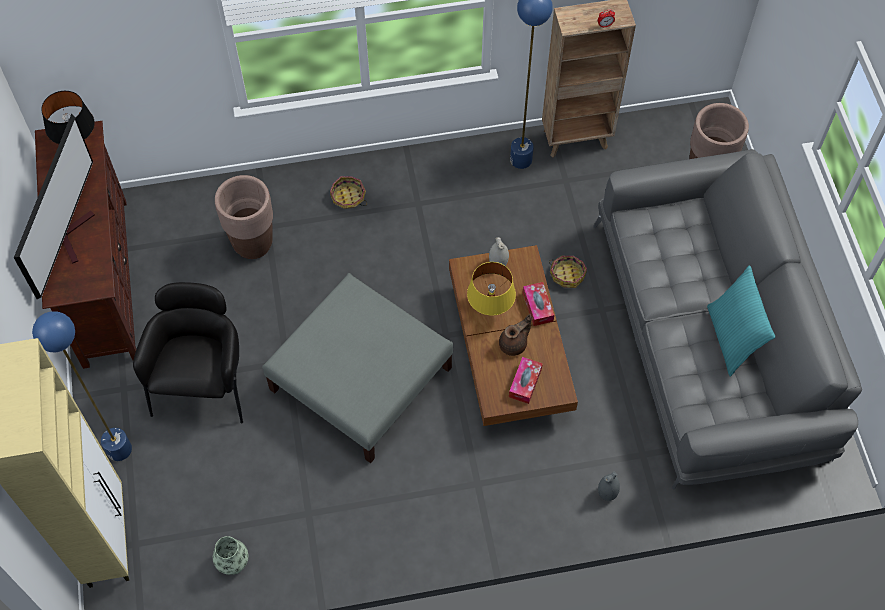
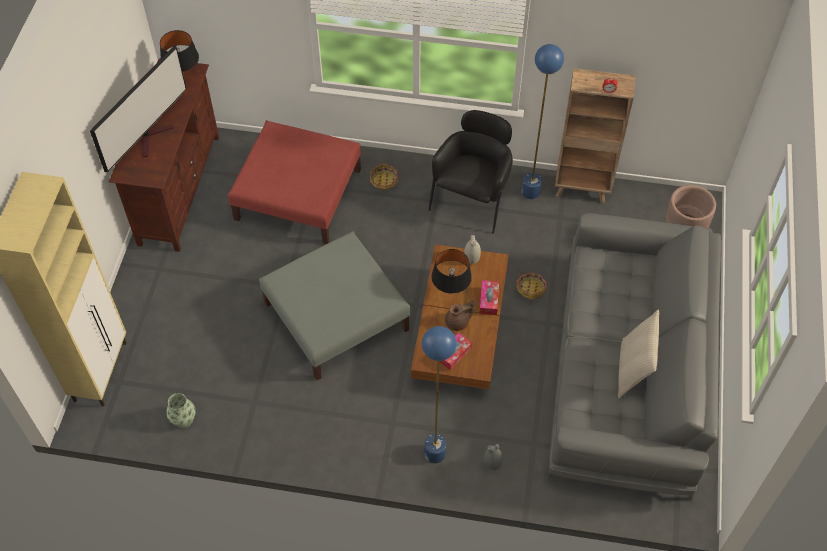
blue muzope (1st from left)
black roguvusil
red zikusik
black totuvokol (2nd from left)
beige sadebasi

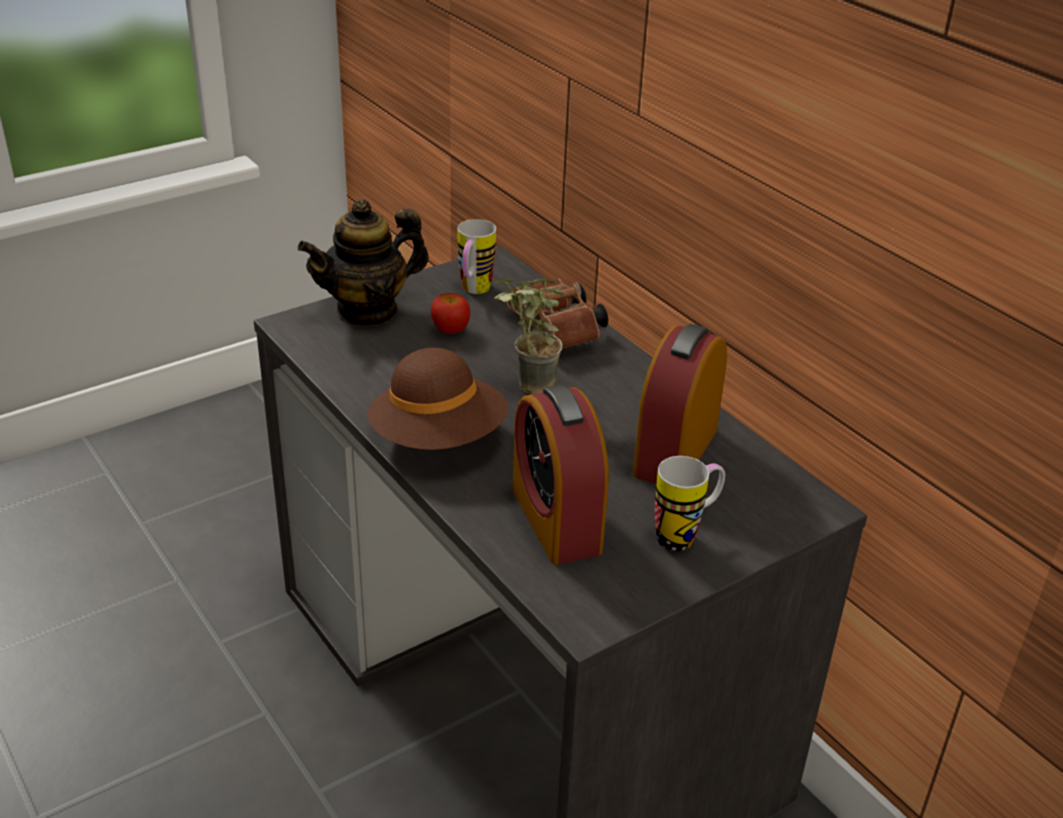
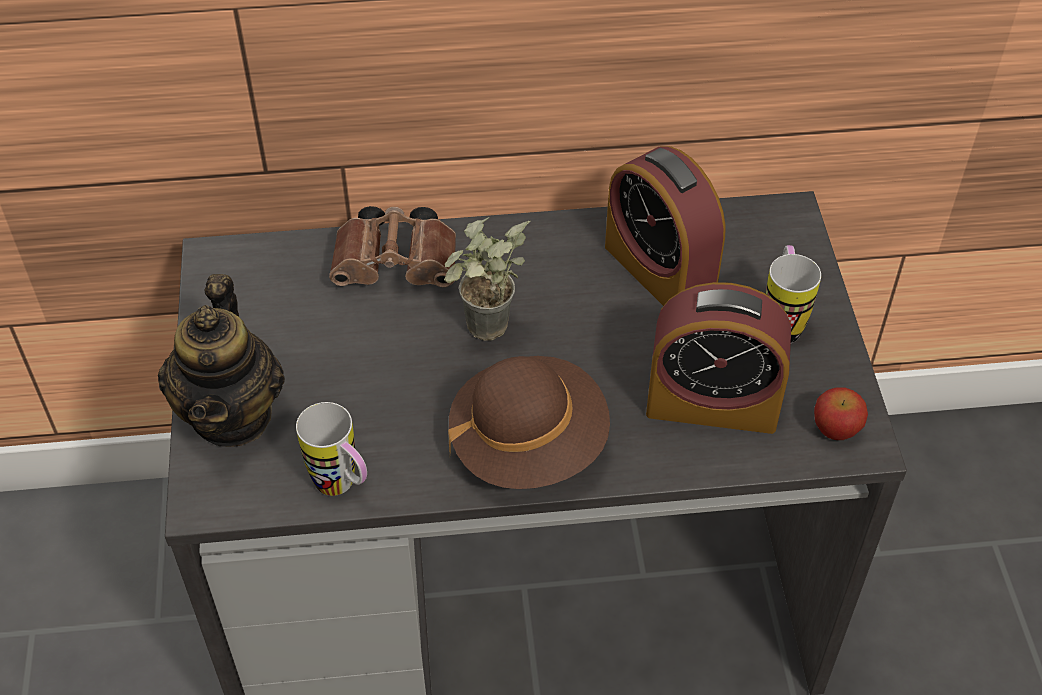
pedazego
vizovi (1st from left)

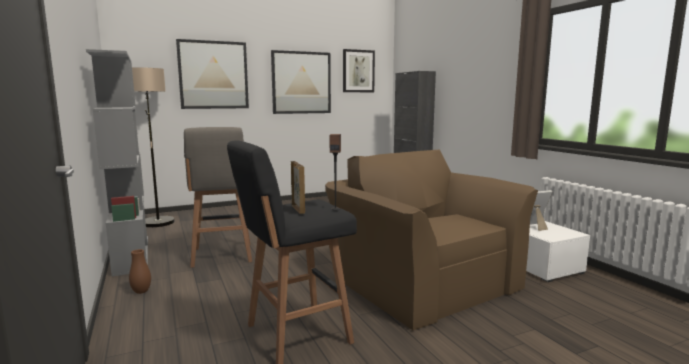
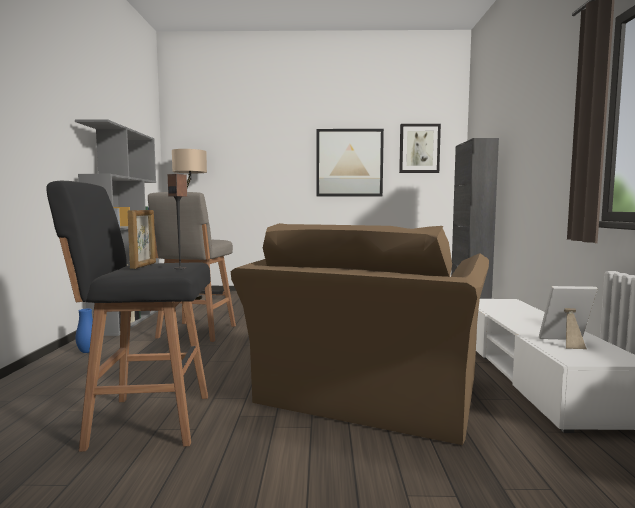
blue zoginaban
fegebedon (1st from left in the first image)
brown roguvusil

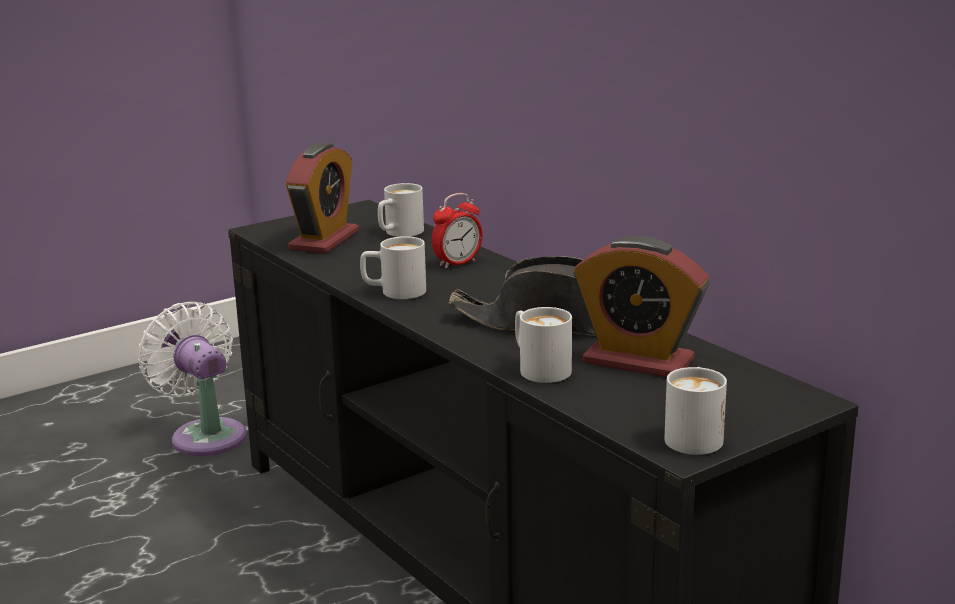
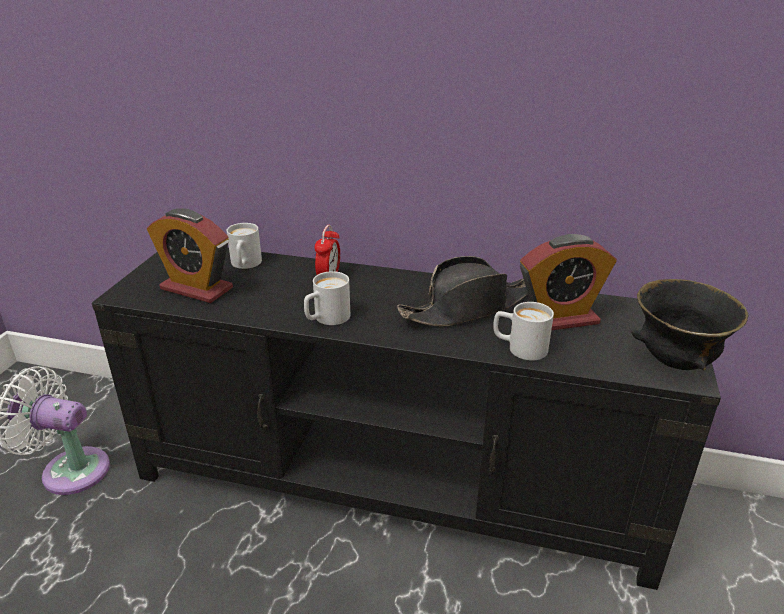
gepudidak (1st from left)
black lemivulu

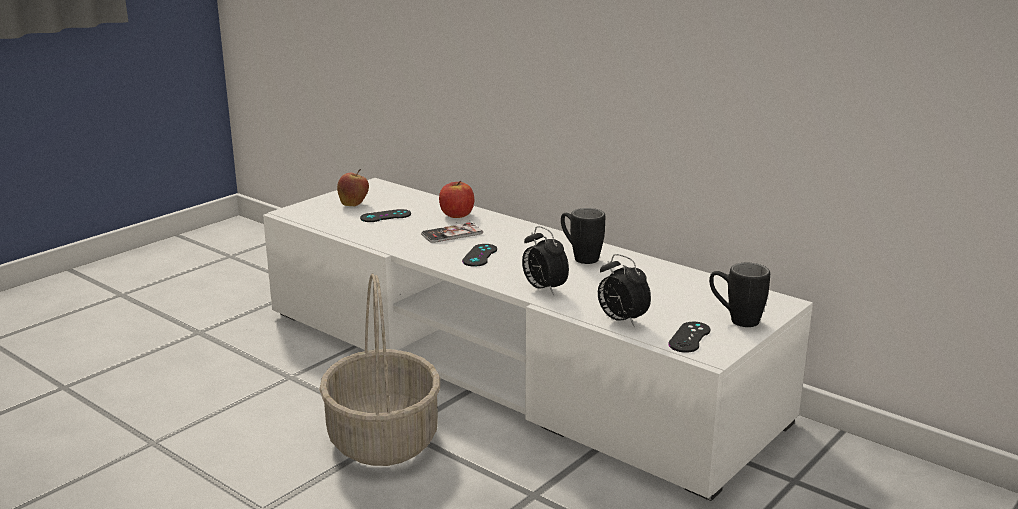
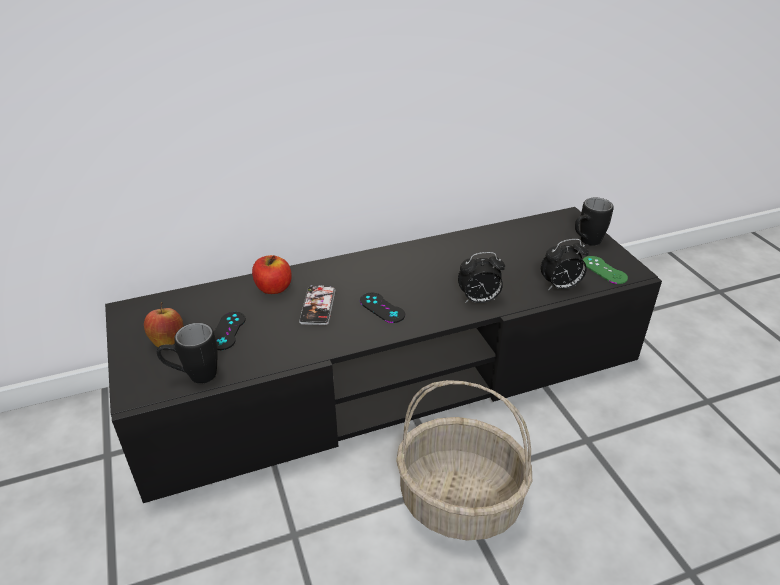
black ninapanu
black vizovi (1st from left)
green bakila

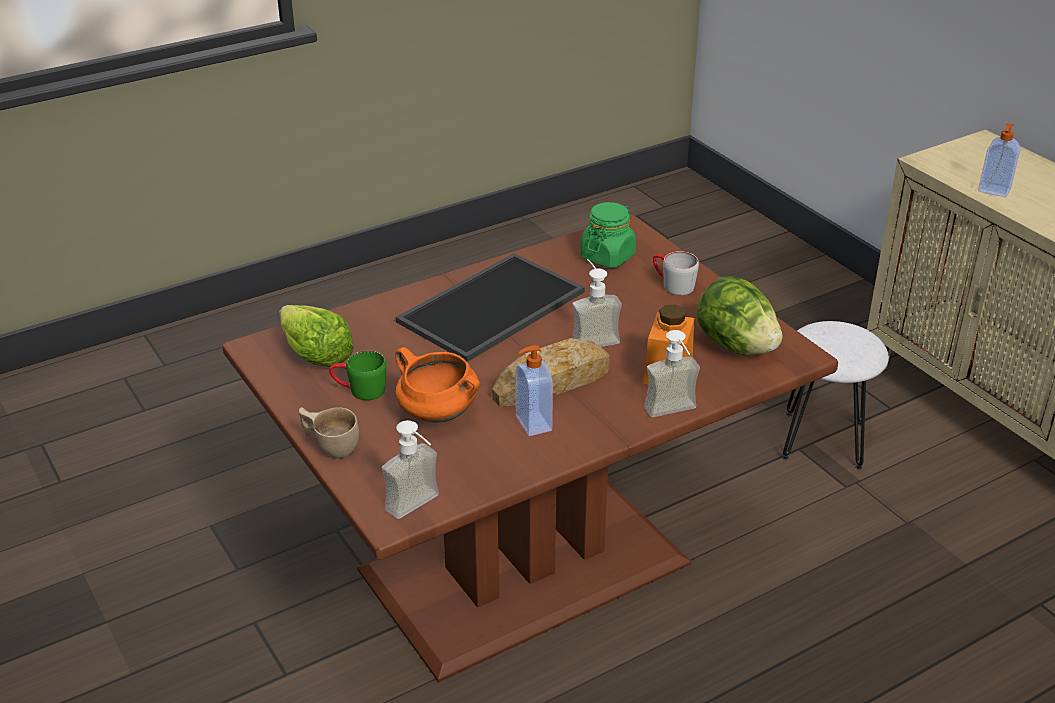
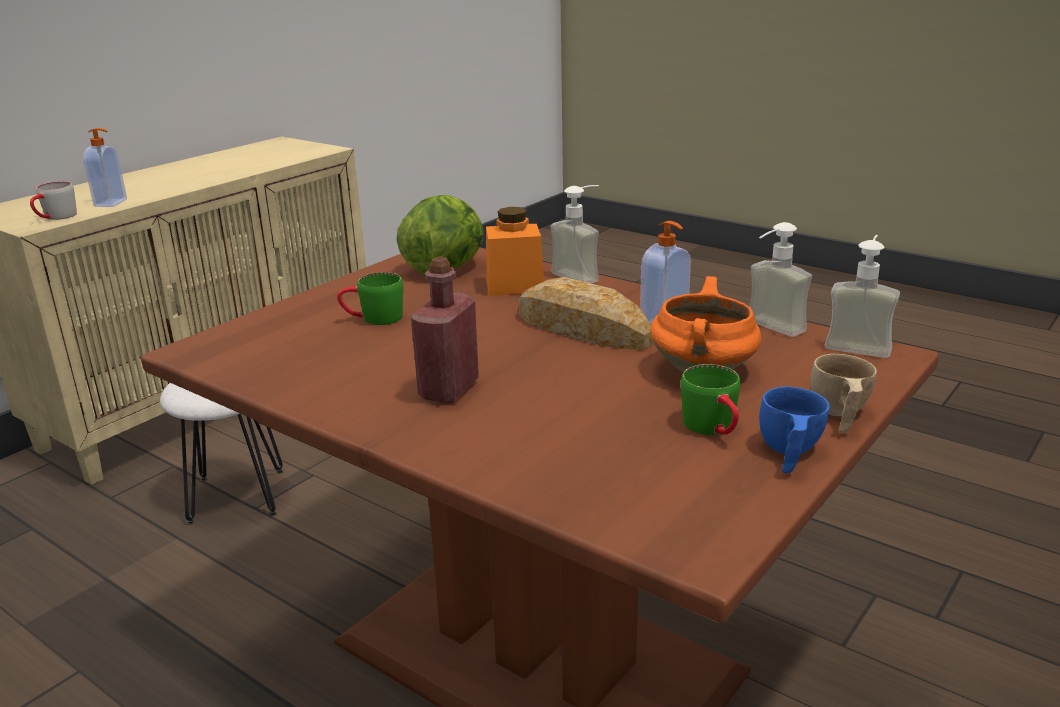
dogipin (1st from left in the first image)
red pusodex
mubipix (4th from left)
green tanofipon
grey vizovi
green vizovi (1st from left)
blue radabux

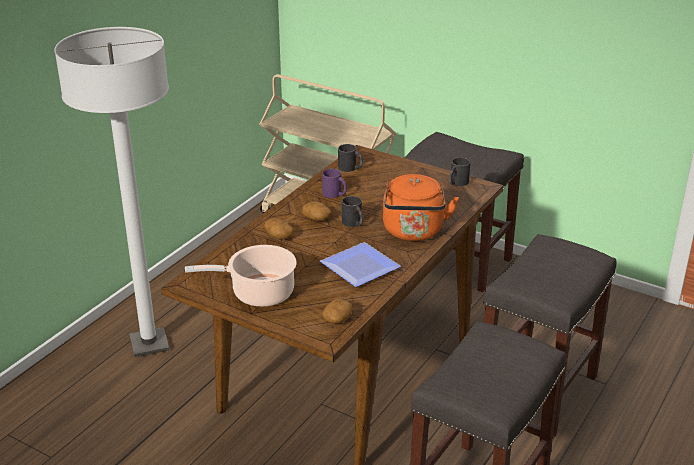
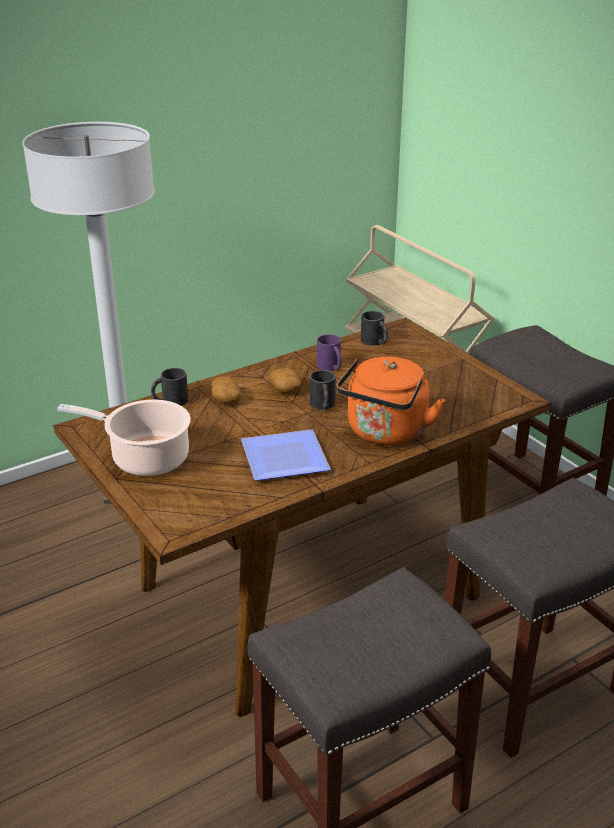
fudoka (3rd from left in the first image)
black vizovi (1st from left)

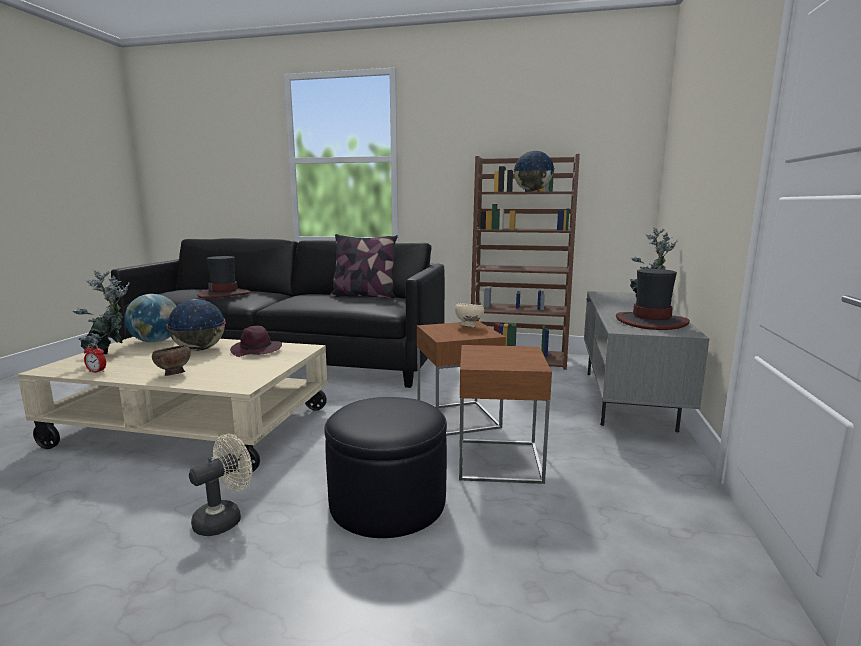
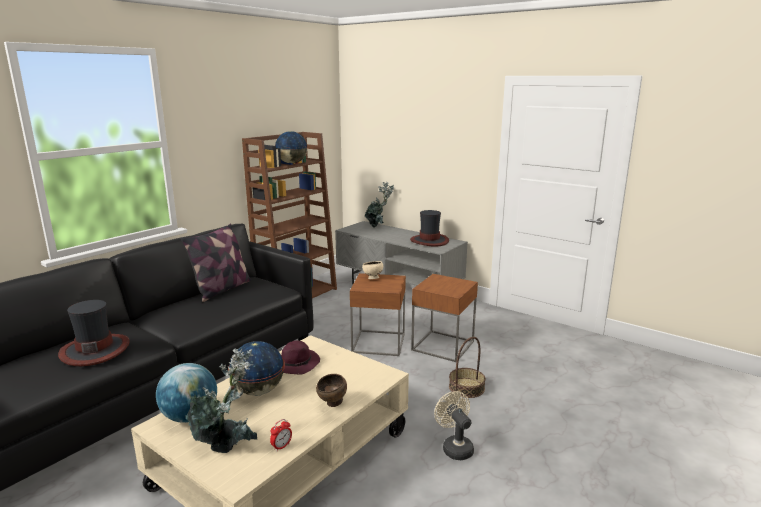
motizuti

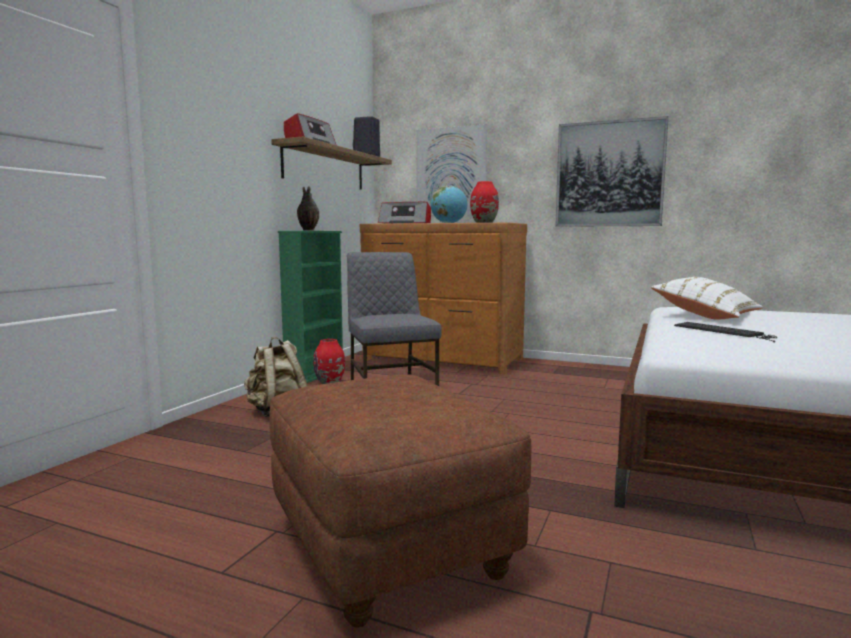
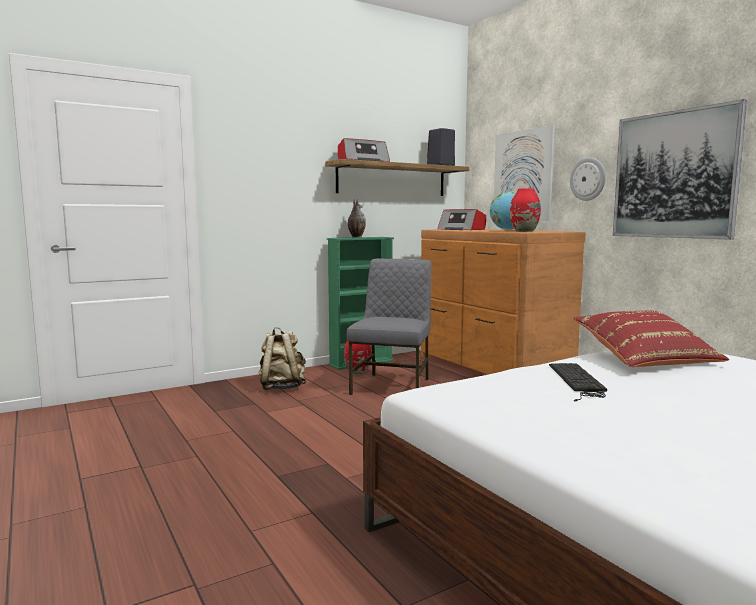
brown zikusik
red sadebasi
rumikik

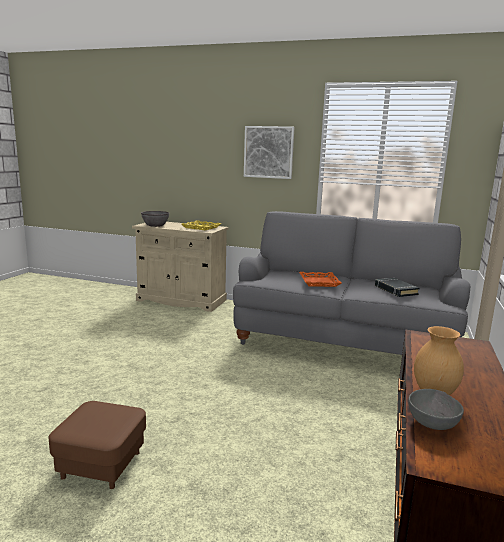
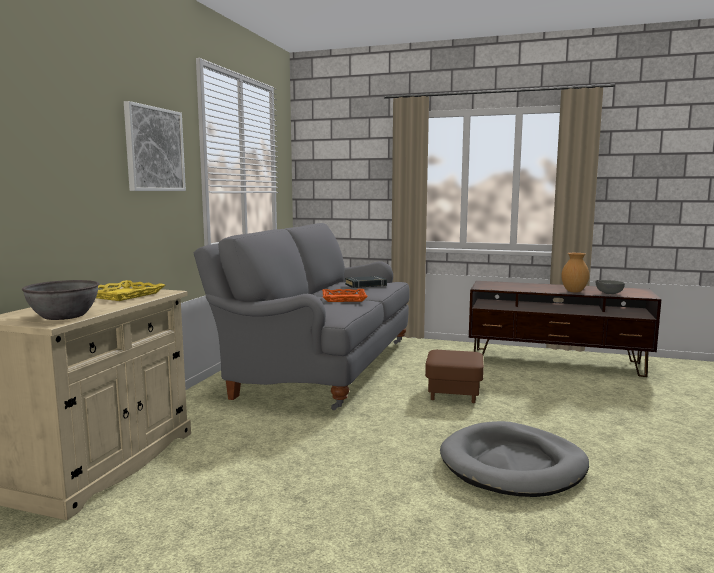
brown zikusik
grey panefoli

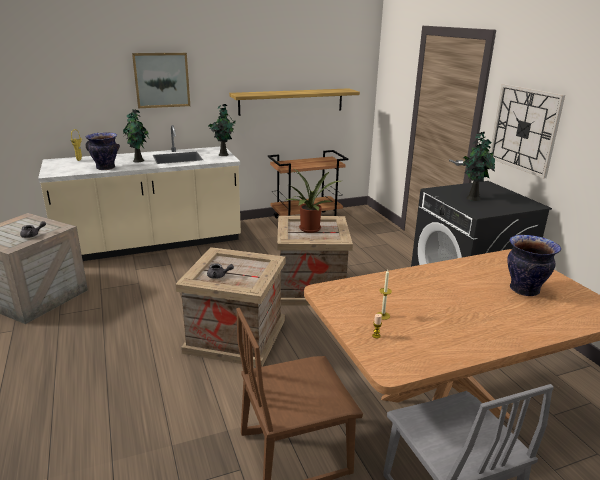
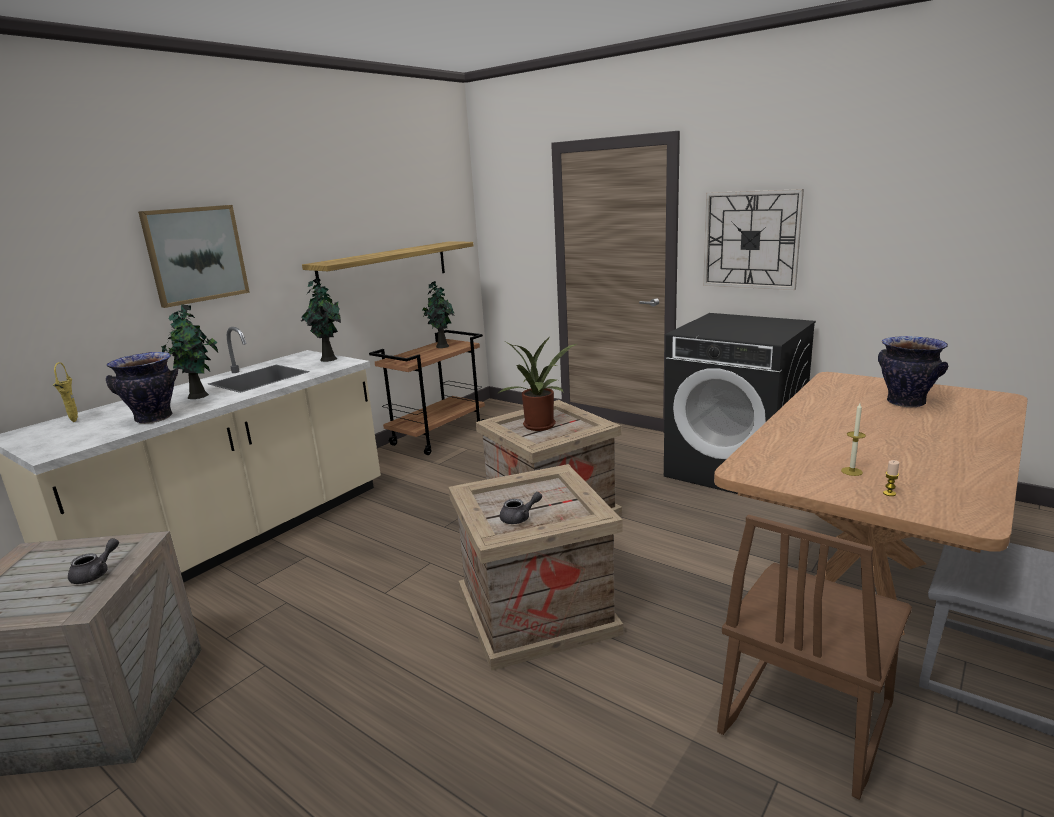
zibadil (3rd from left)

